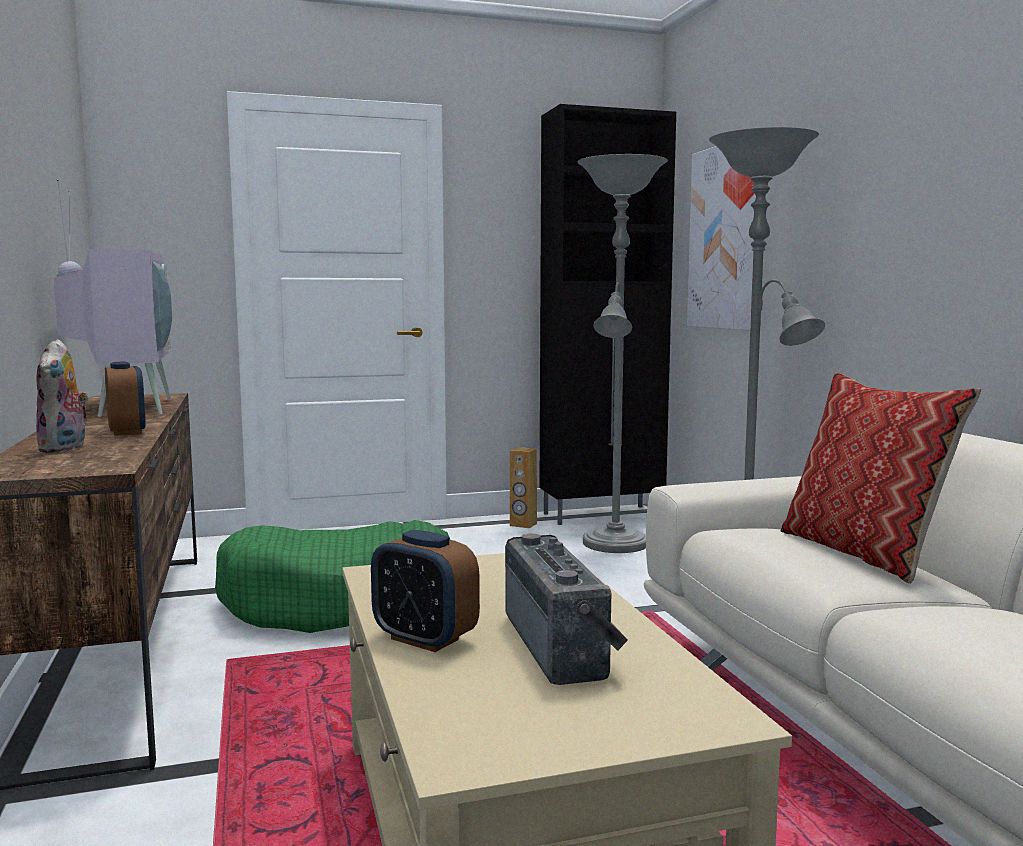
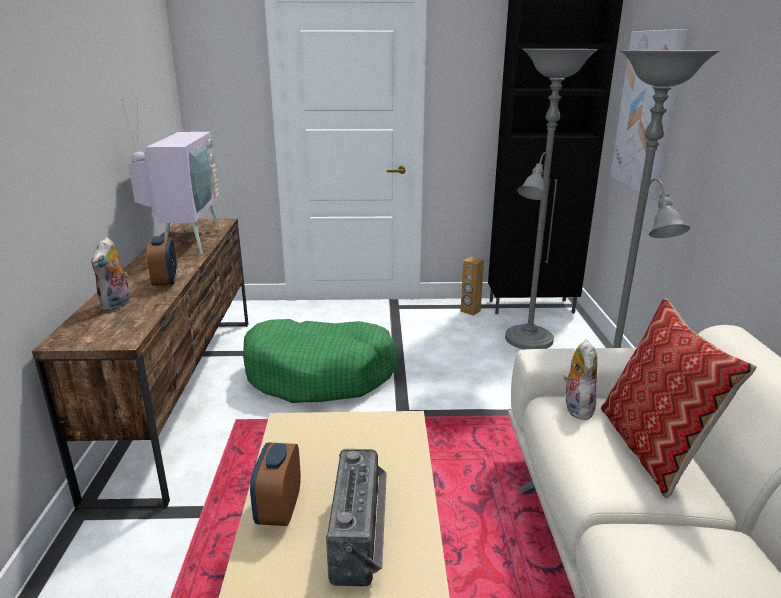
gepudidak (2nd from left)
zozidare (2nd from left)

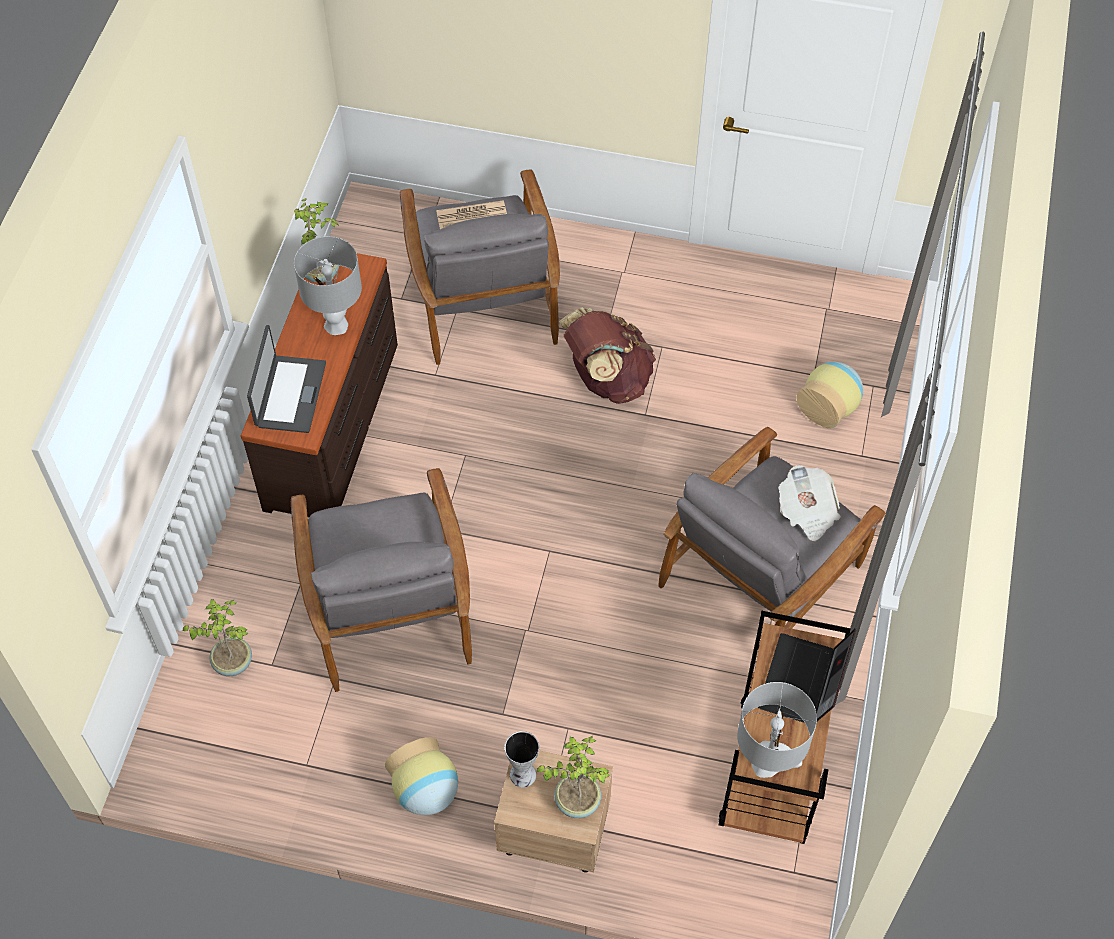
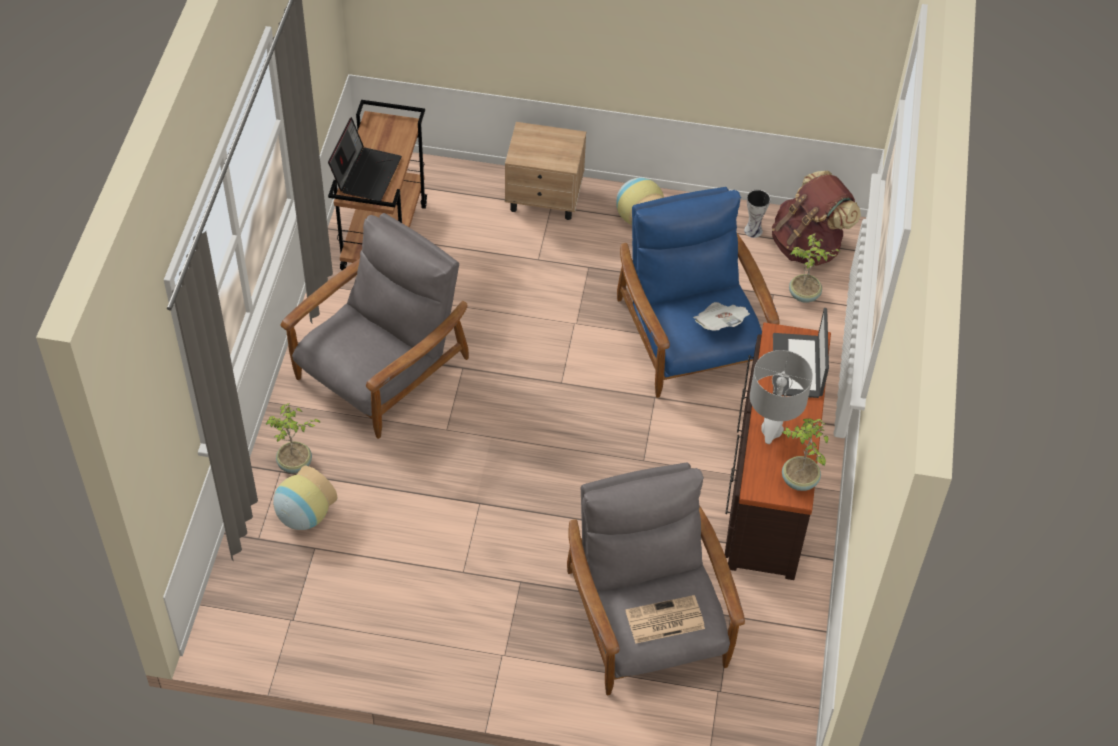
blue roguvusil
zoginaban (3rd from left)
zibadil (1st from left)
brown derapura
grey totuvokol (2nd from left in the first image)
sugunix (2nd from left)

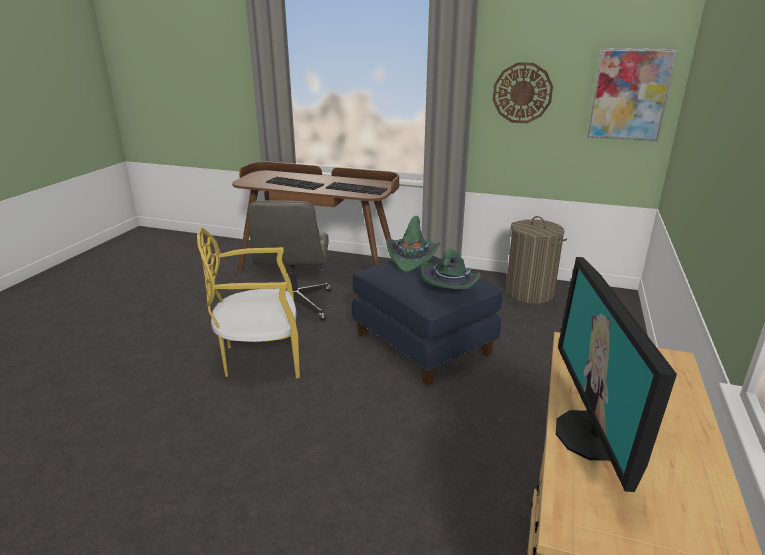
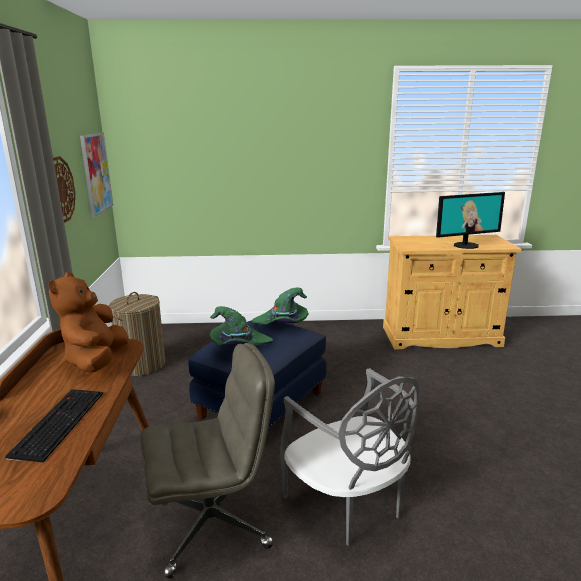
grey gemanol
brown zozidare

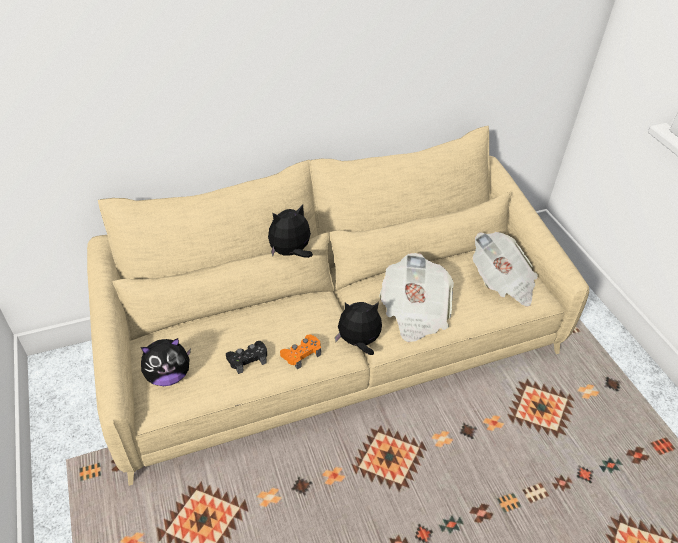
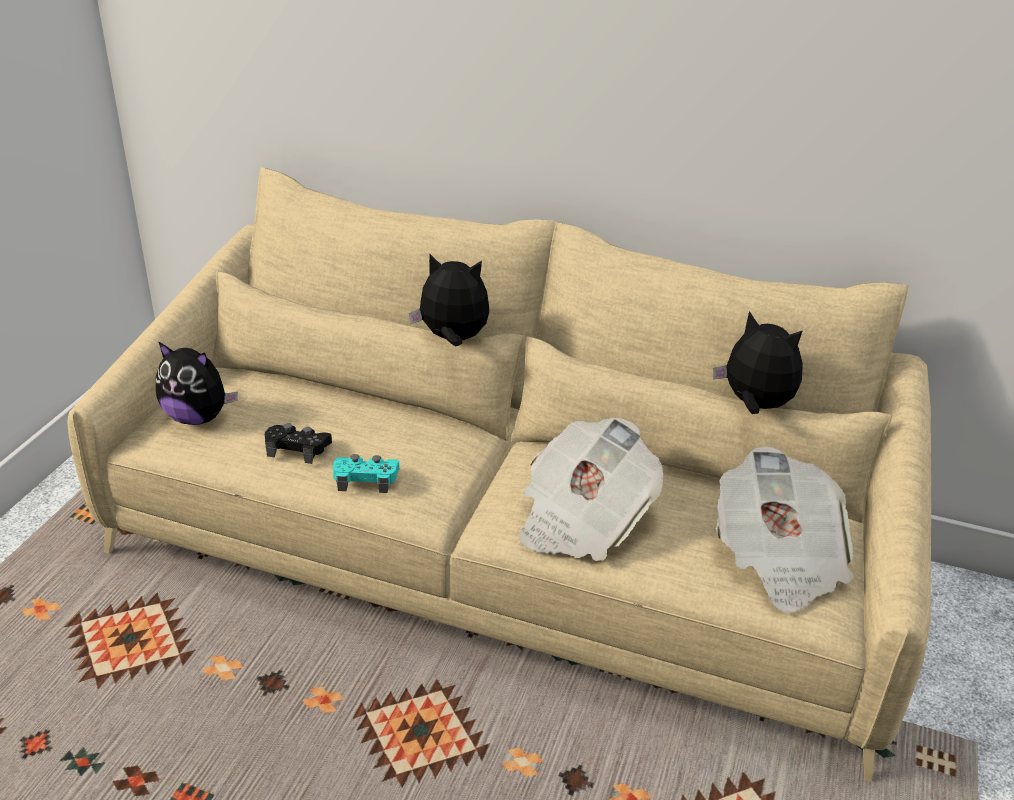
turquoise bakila
zozidare (3rd from left)

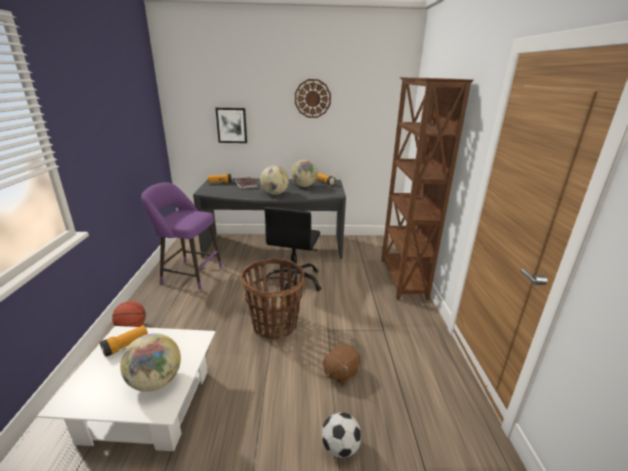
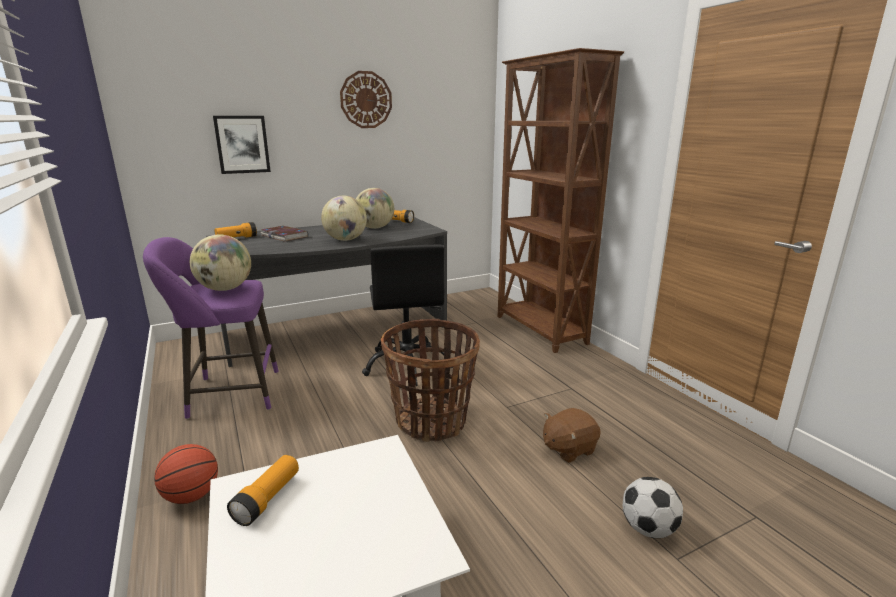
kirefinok (1st from left)
brown zozidare

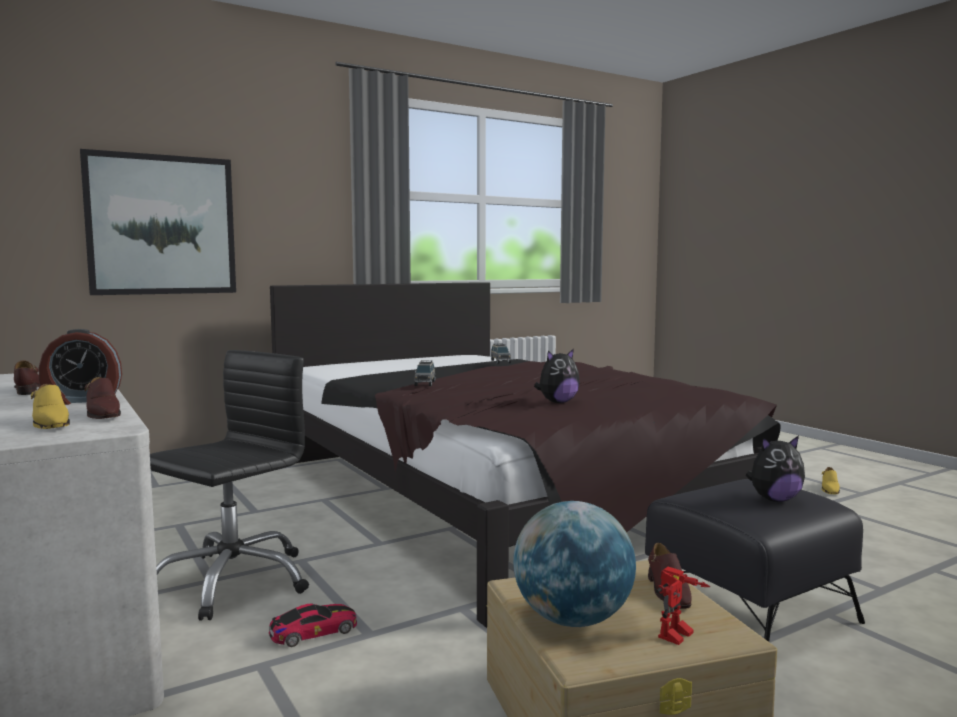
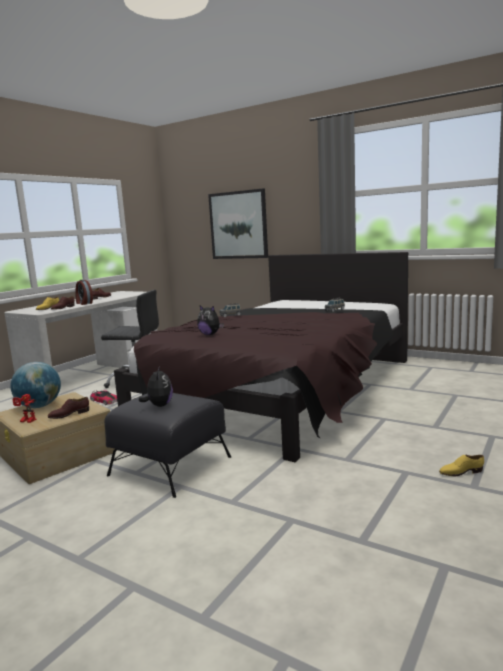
zozidare (1st from left)

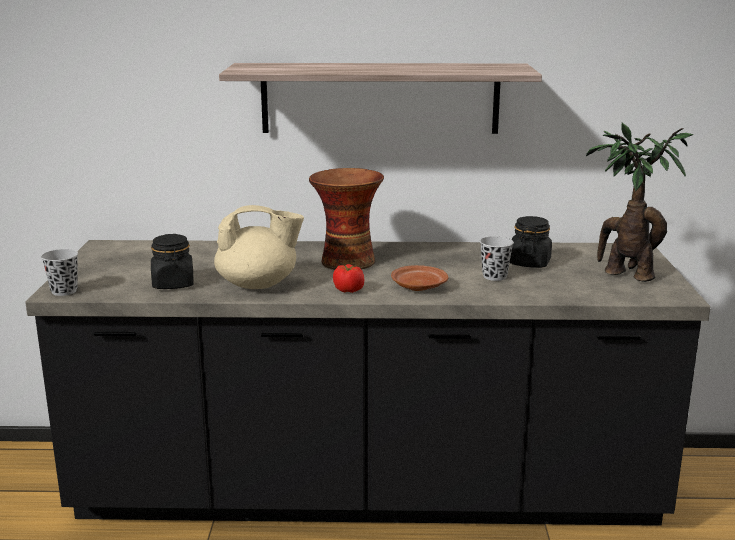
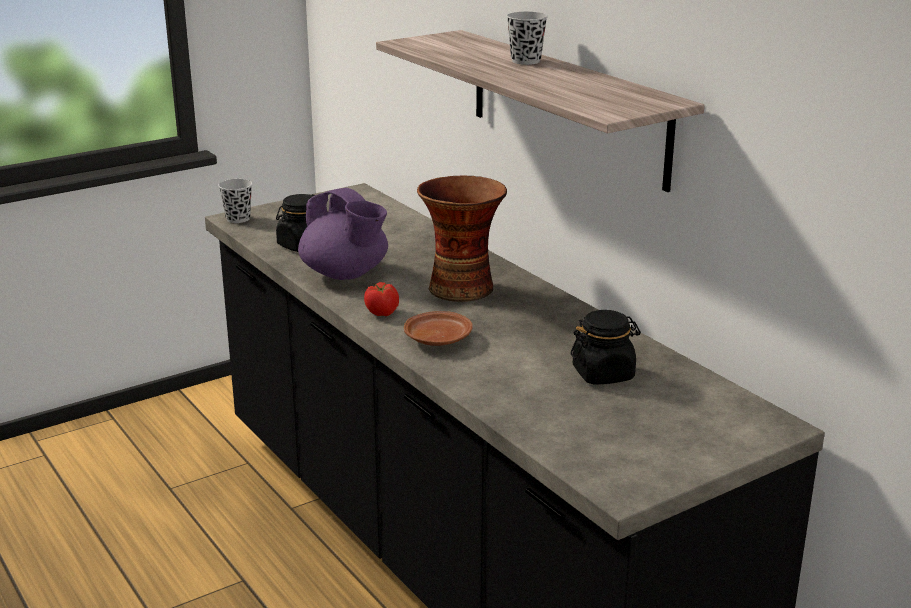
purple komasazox
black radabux (2nd from left)
zibadil

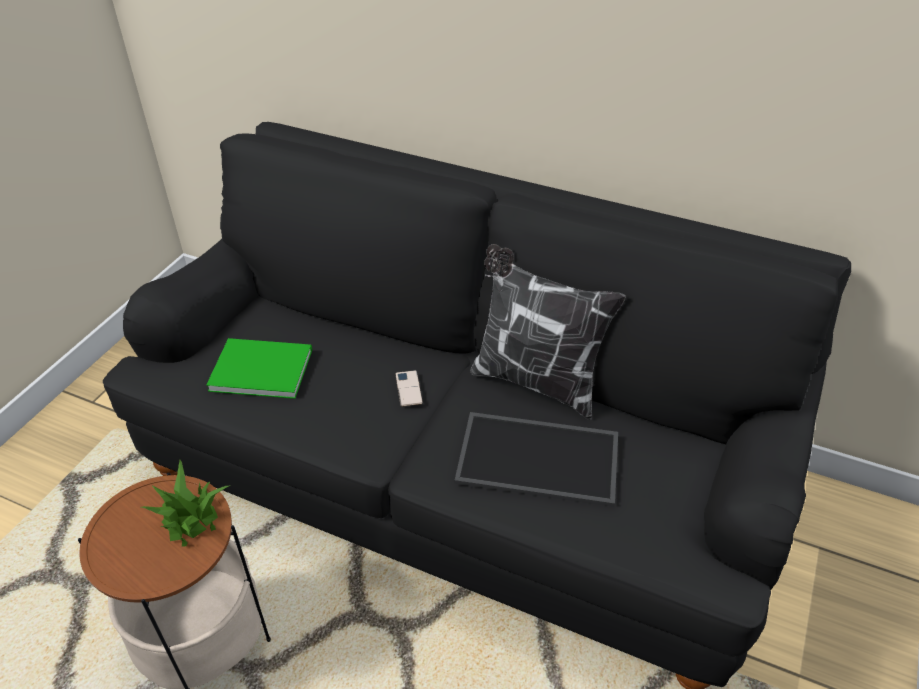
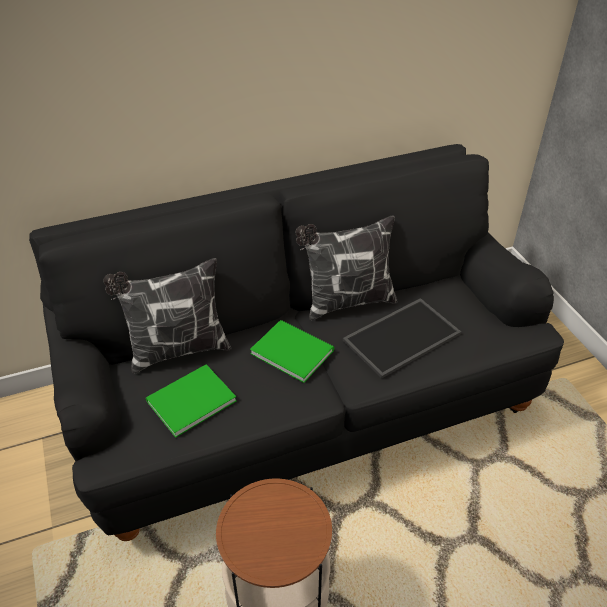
zibadil
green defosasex (2nd from left)
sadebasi (1st from left)

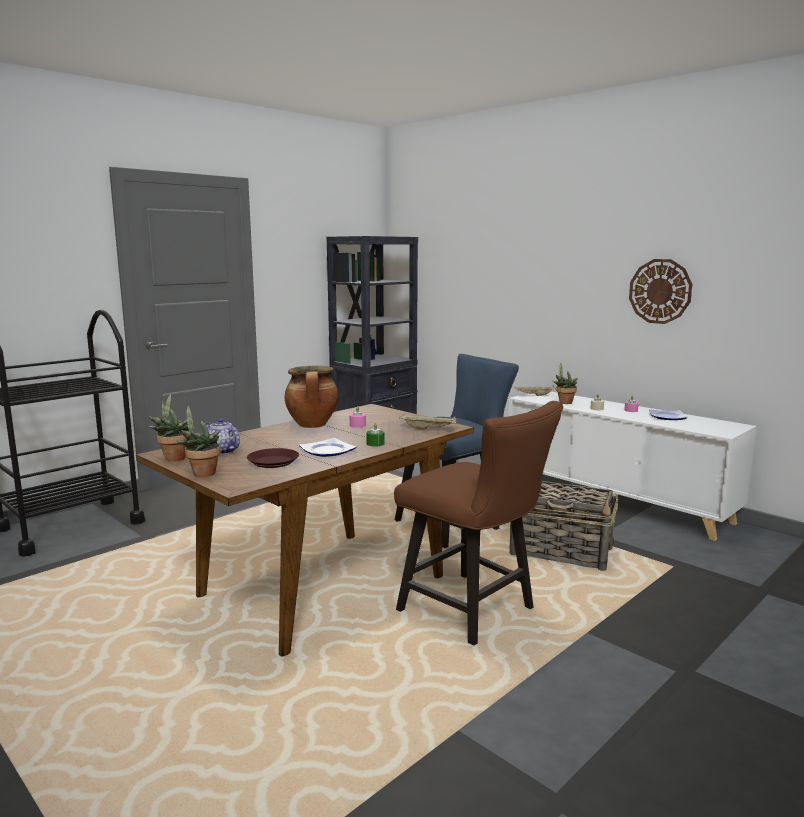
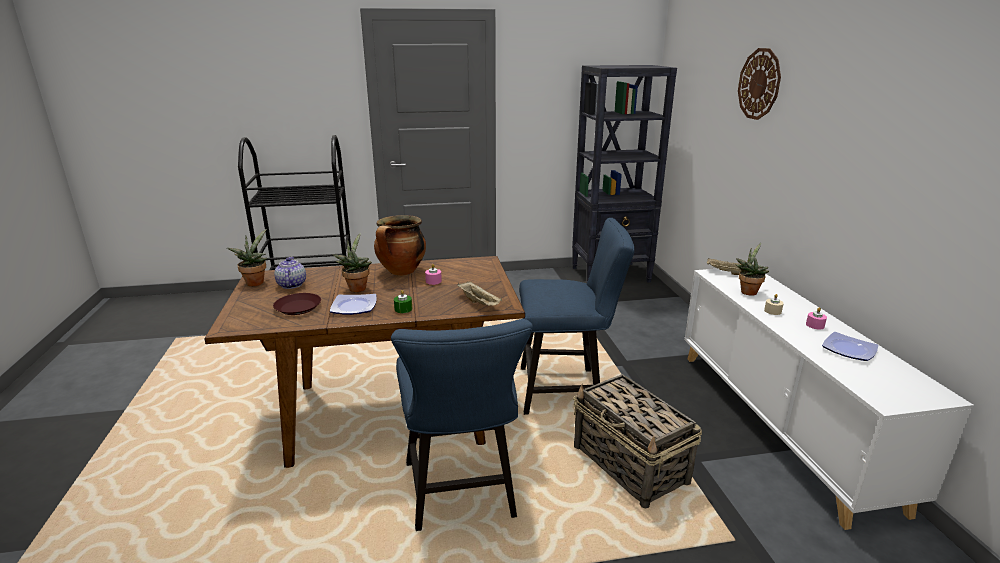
zibadil (2nd from left)
blue gemanol (1st from left)
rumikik

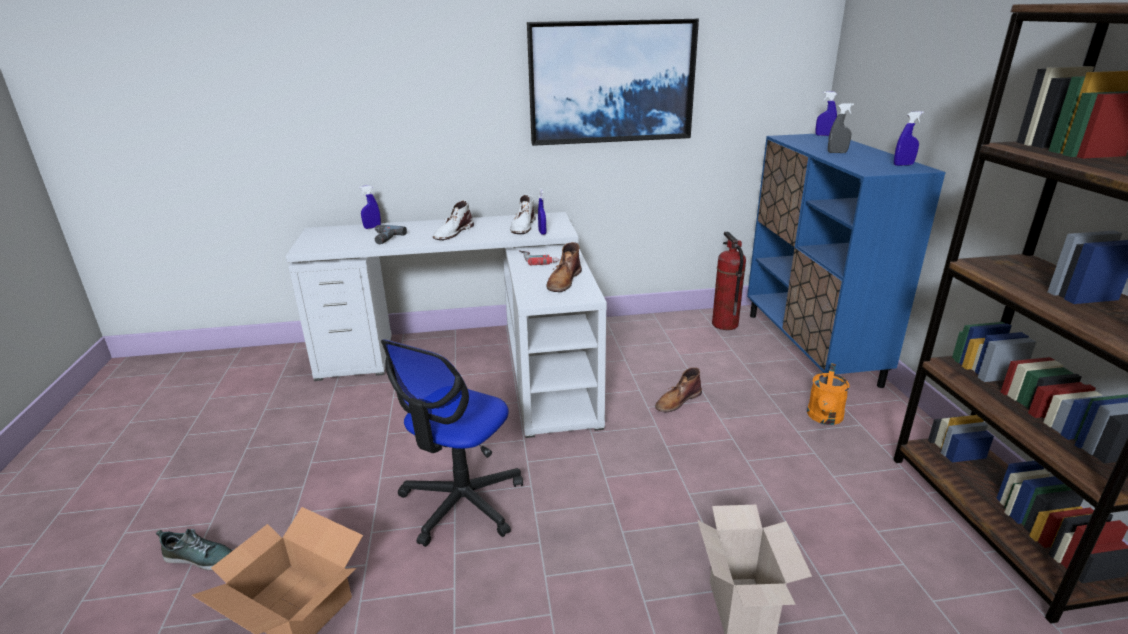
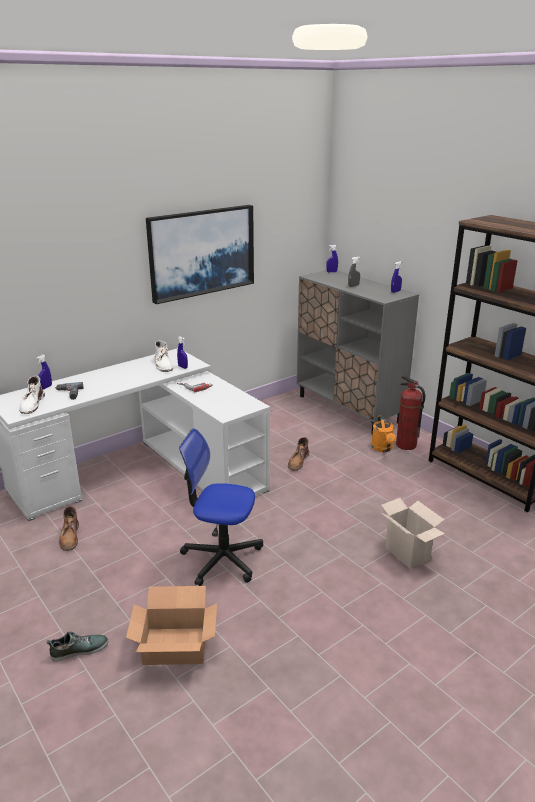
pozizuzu
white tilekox (1st from left)
brown tilekox (1st from left)
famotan
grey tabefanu

